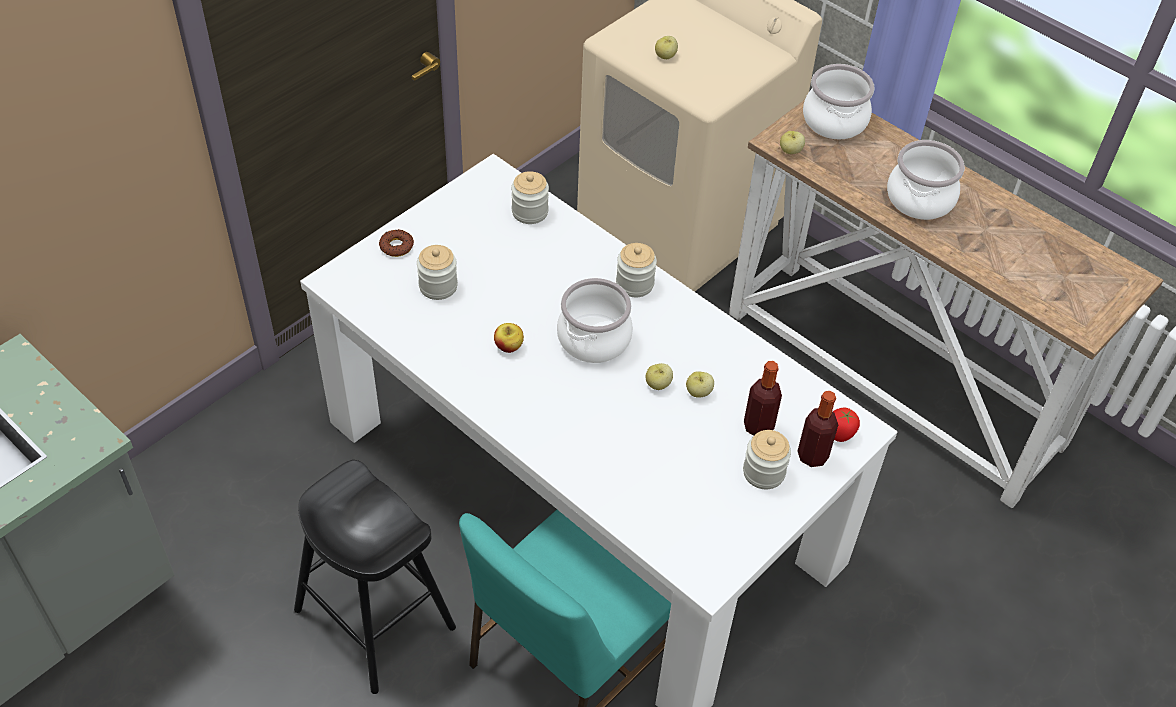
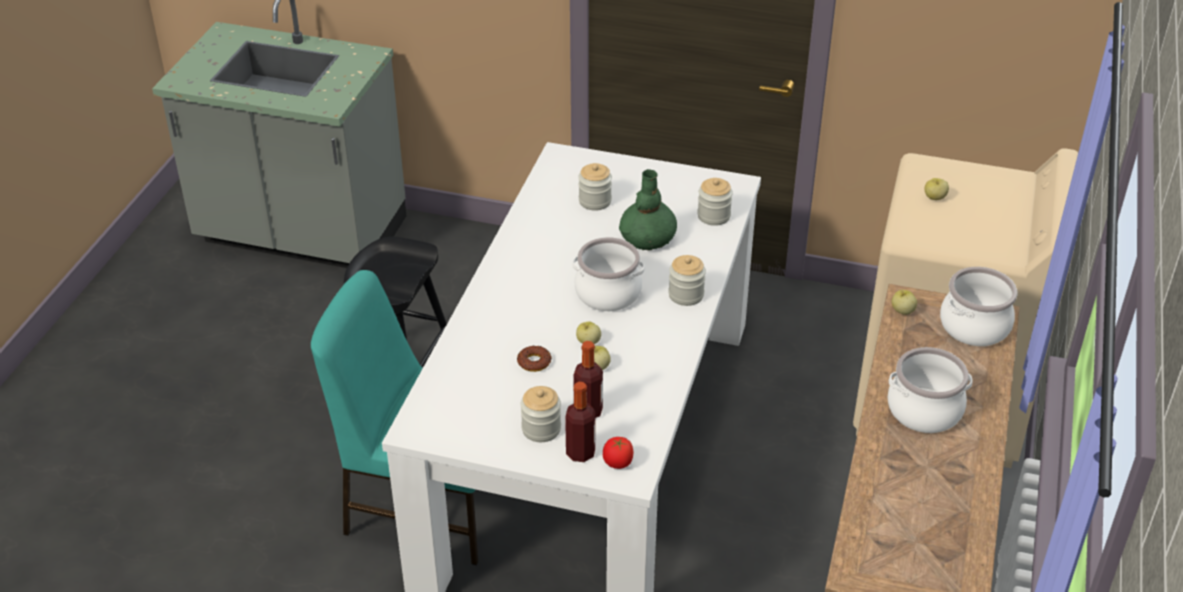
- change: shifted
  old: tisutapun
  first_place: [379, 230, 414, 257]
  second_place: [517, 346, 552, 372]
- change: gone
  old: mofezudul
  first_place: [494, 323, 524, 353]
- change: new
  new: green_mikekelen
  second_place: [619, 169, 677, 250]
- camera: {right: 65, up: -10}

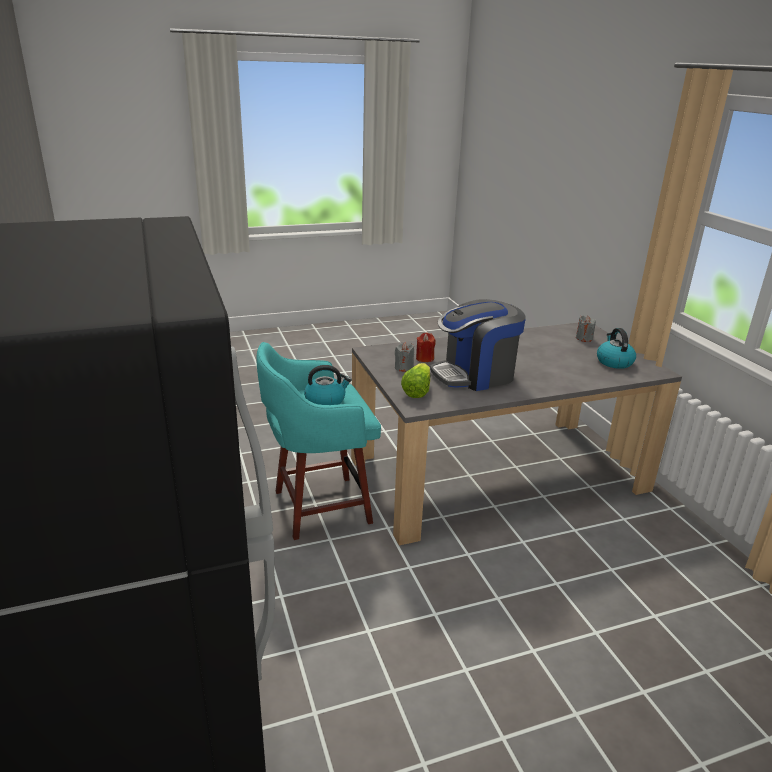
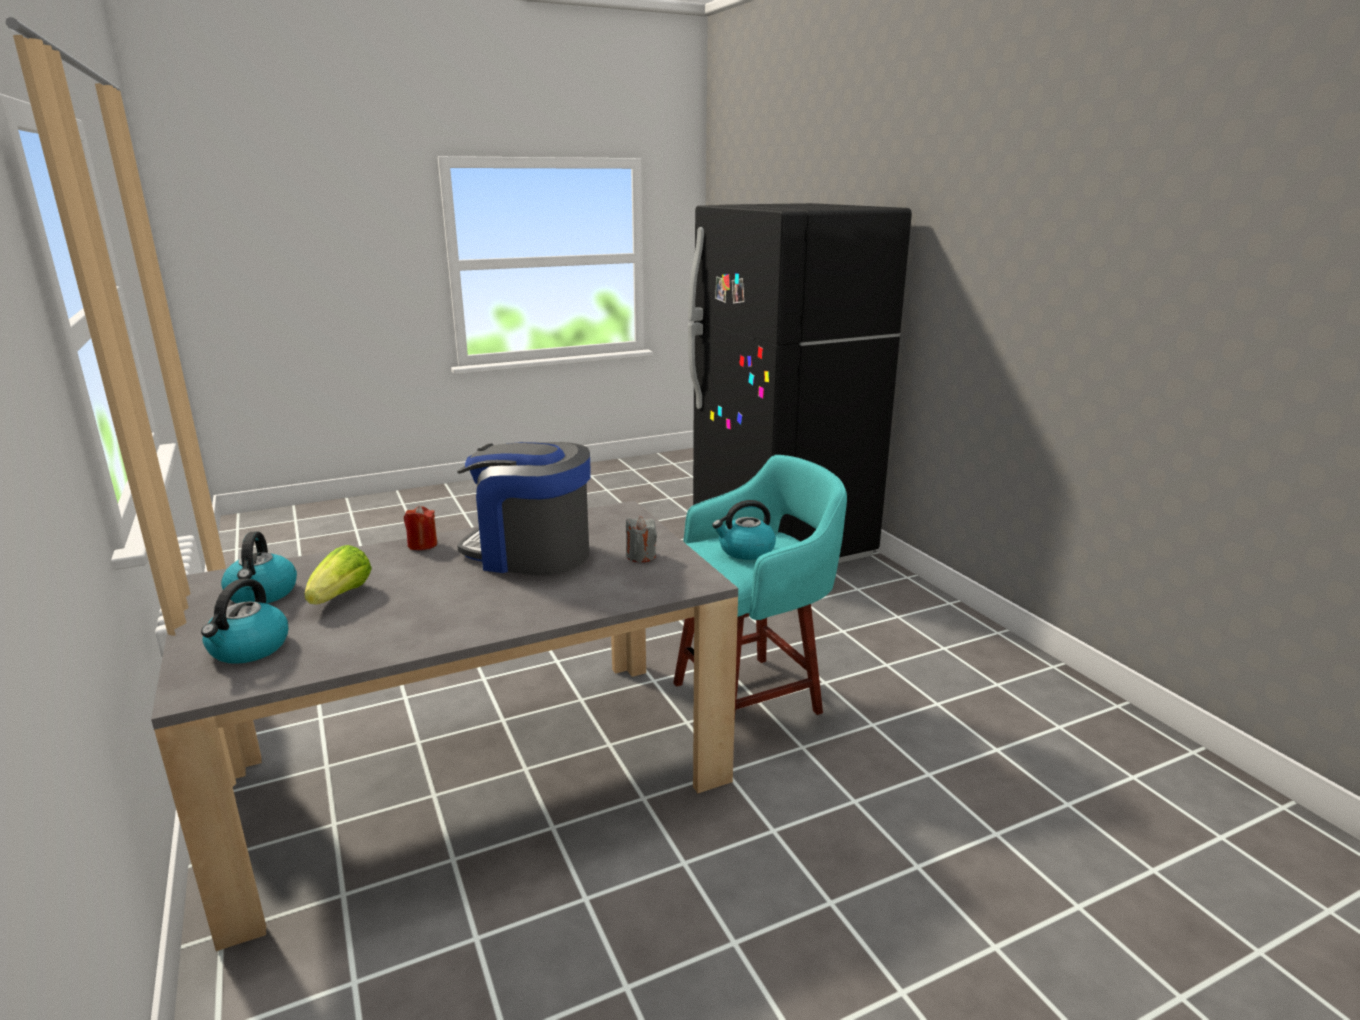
- change: shifted
  old: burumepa
  first_place: [401, 363, 431, 398]
  second_place: [304, 545, 372, 605]
- change: shifted
  old: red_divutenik
  first_place: [416, 333, 435, 362]
  second_place: [404, 505, 437, 550]
- change: rotated
  old: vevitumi
  first_place: [430, 299, 526, 391]
  second_place: [457, 442, 591, 576]
  degrees: -135
- change: swapped
  old: grey_divutenik
  new: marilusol
  first_place: [576, 315, 596, 342]
  second_place: [201, 579, 288, 664]
- camera: {right: 175, up: -5}

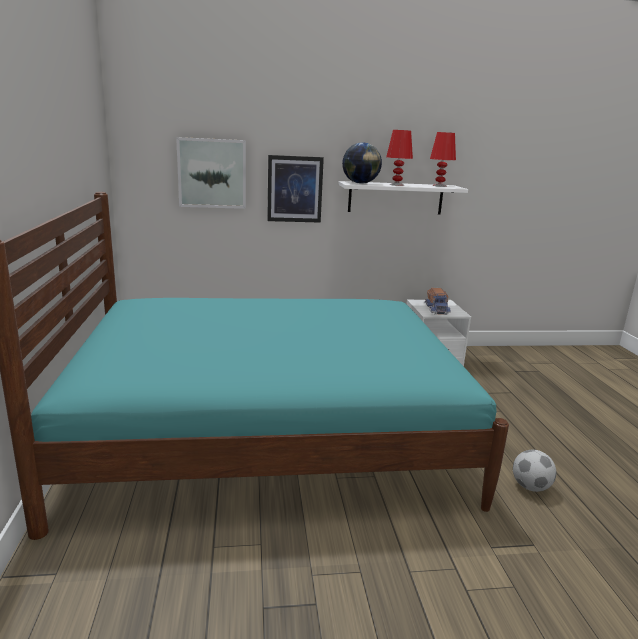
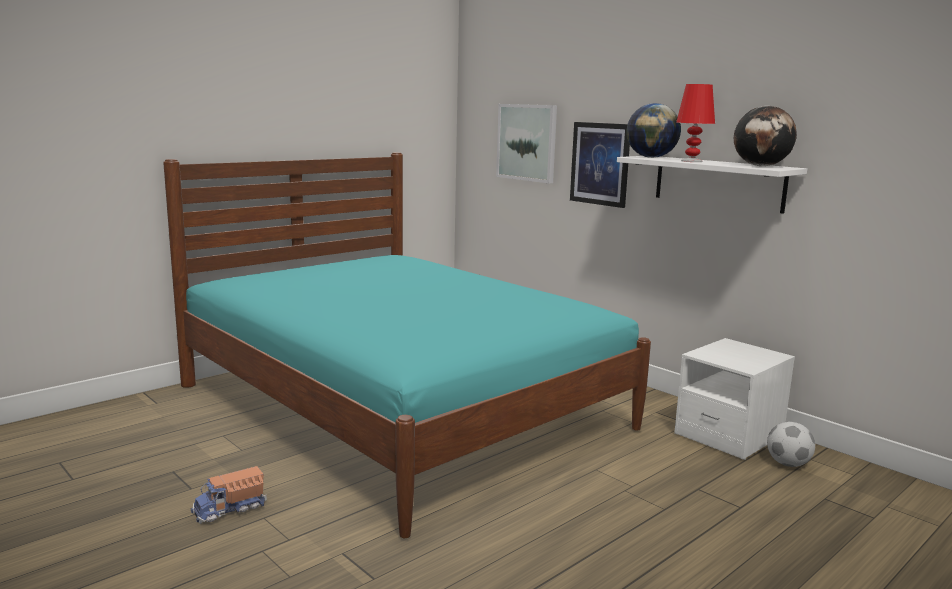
- change: shifted
  old: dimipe
  first_place: [425, 288, 451, 315]
  second_place: [191, 466, 267, 524]
- change: swapped
  old: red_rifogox
  new: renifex
  first_place: [430, 132, 456, 187]
  second_place: [734, 106, 797, 166]
- change: shifted
  old: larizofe
  first_place: [513, 450, 556, 492]
  second_place: [767, 422, 815, 467]
- camera: {right: 55, up: -5}

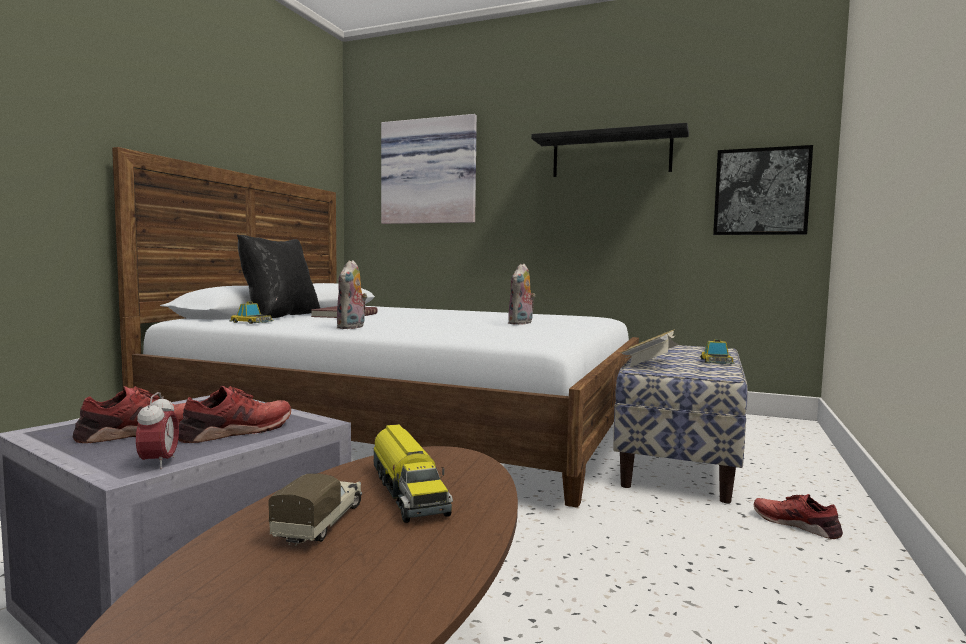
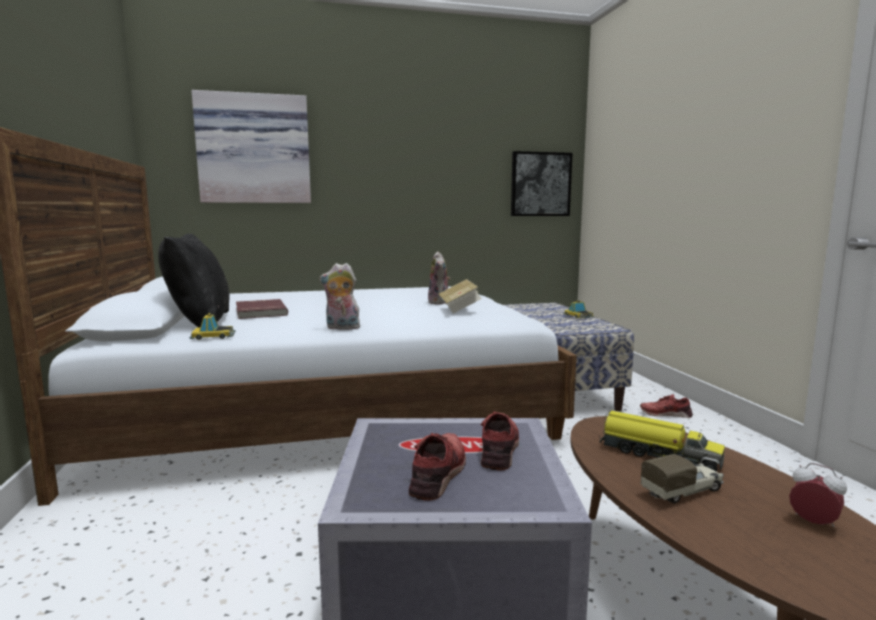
- change: shifted
  old: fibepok
  first_place: [136, 392, 179, 469]
  second_place: [789, 463, 847, 527]
- change: rotated
  old: dimipe
  first_place: [268, 474, 363, 546]
  second_place: [641, 454, 724, 504]
  degrees: 90
- change: rotated
  old: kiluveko
  first_place: [337, 260, 367, 329]
  second_place: [319, 263, 360, 330]
  degrees: 120
- change: gone
  old: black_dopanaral
  first_place: [531, 123, 689, 177]
- change: shifted
  old: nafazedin
  first_place: [621, 329, 679, 367]
  second_place: [439, 279, 482, 314]
- camera: {right: -35, up: 5}

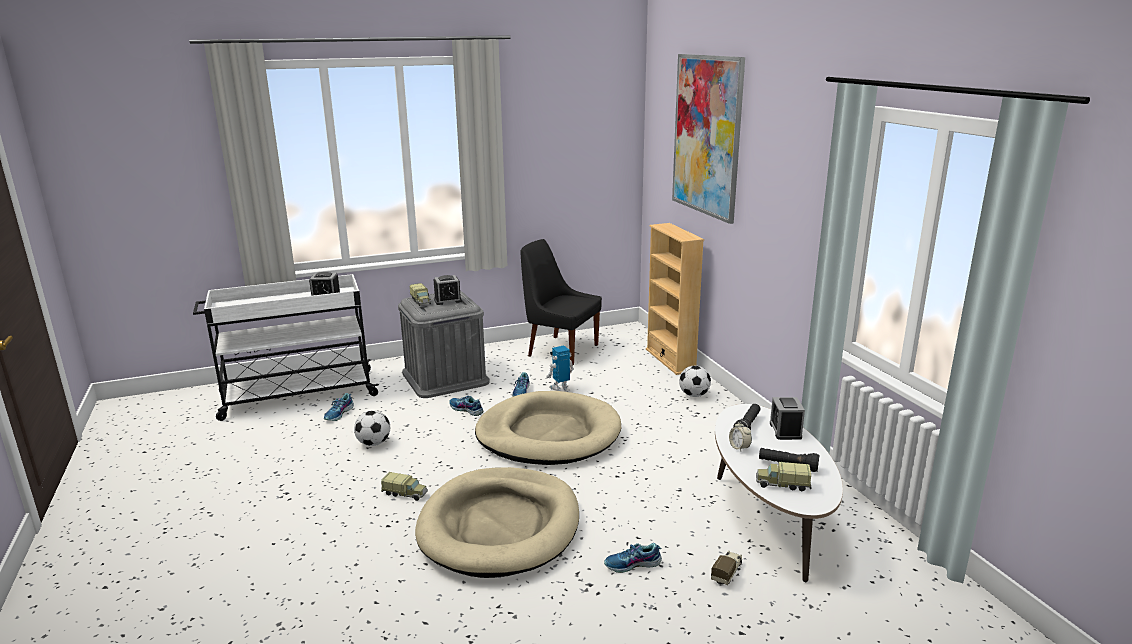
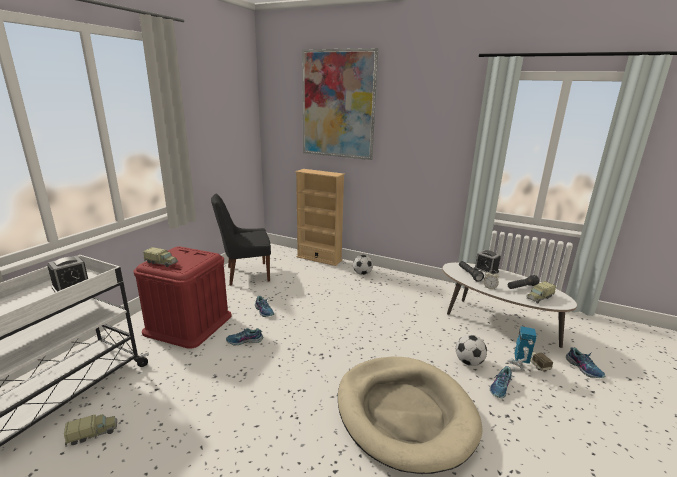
- change: shifted
  old: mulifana
  first_place: [324, 393, 354, 421]
  second_place: [566, 347, 605, 378]
- change: shifted
  old: larizofe
  first_place: [354, 410, 390, 446]
  second_place: [455, 335, 487, 366]
- change: shifted
  old: dimipe
  first_place: [381, 472, 428, 501]
  second_place: [64, 414, 117, 446]
- change: repainted
  old: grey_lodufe
  new: red_lodufe
  first_place: [398, 291, 490, 398]
  second_place: [134, 247, 232, 349]
- change: gone
  old: fibepok
  first_place: [433, 275, 462, 305]
- change: gone
  old: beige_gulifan
  first_place: [475, 391, 622, 465]
- change: shifted
  old: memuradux
  first_place: [546, 345, 574, 391]
  second_place: [507, 326, 537, 372]
- camera: {right: -45, up: 0}

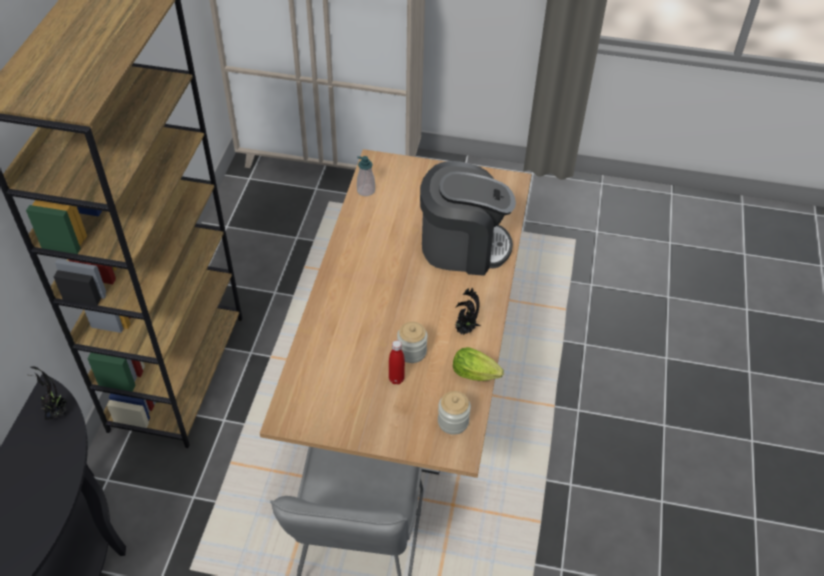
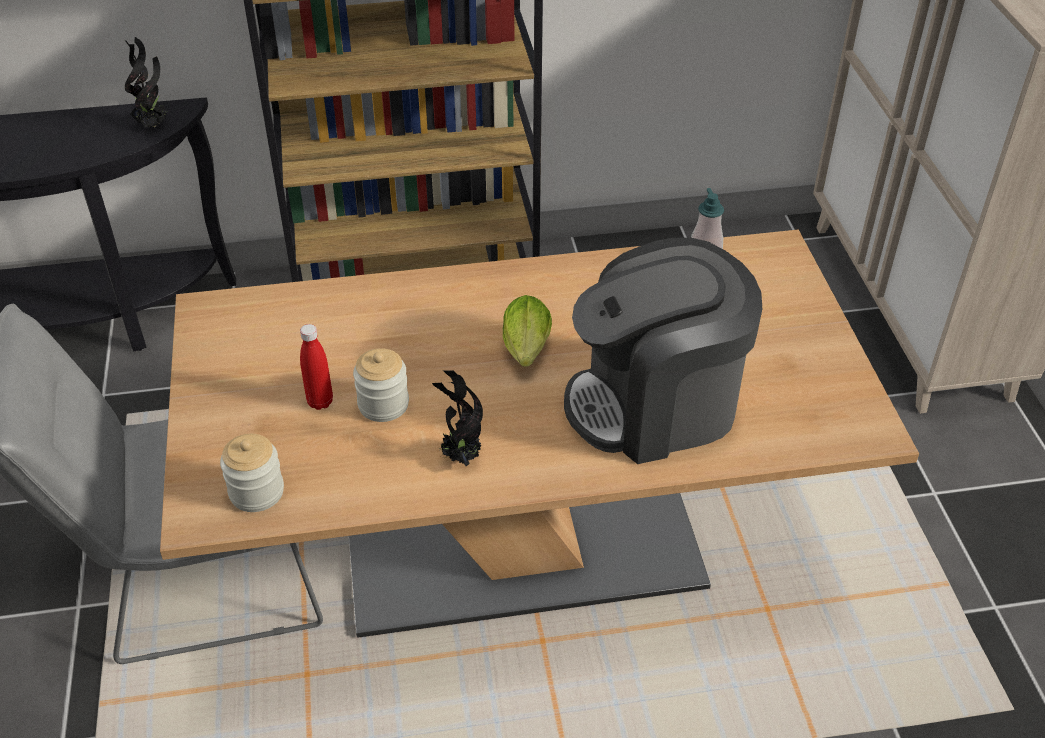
- change: rotated
  old: vevitumi
  first_place: [420, 161, 516, 276]
  second_place: [564, 238, 762, 464]
  degrees: 90
- change: shifted
  old: burumepa
  first_place: [453, 347, 504, 381]
  second_place: [503, 295, 552, 367]
- camera: {right: 70, up: -5}

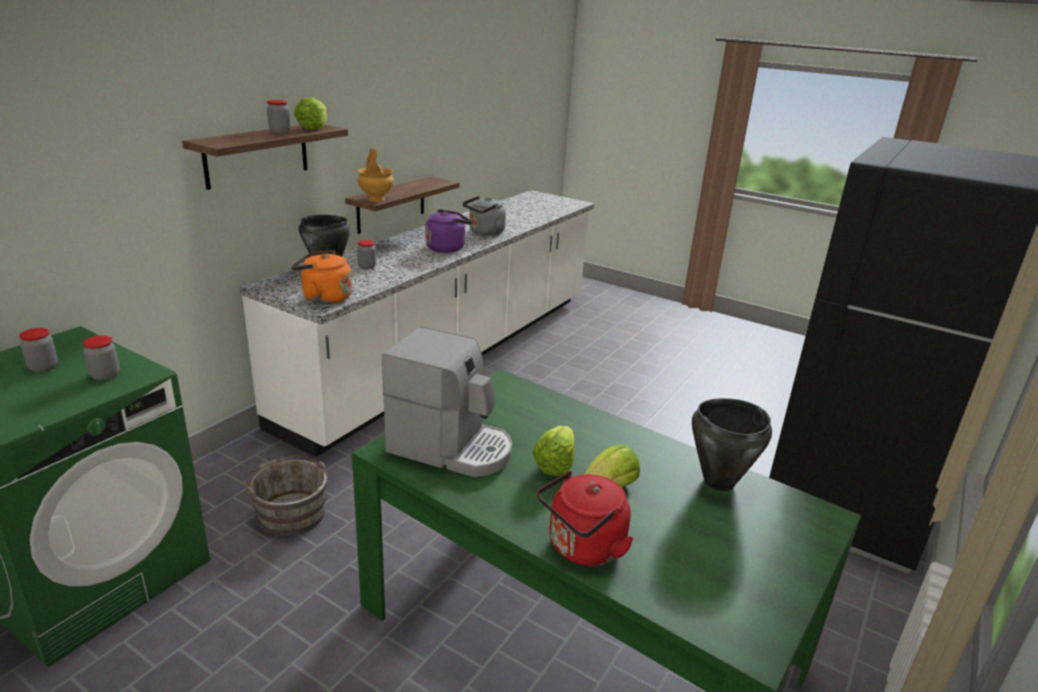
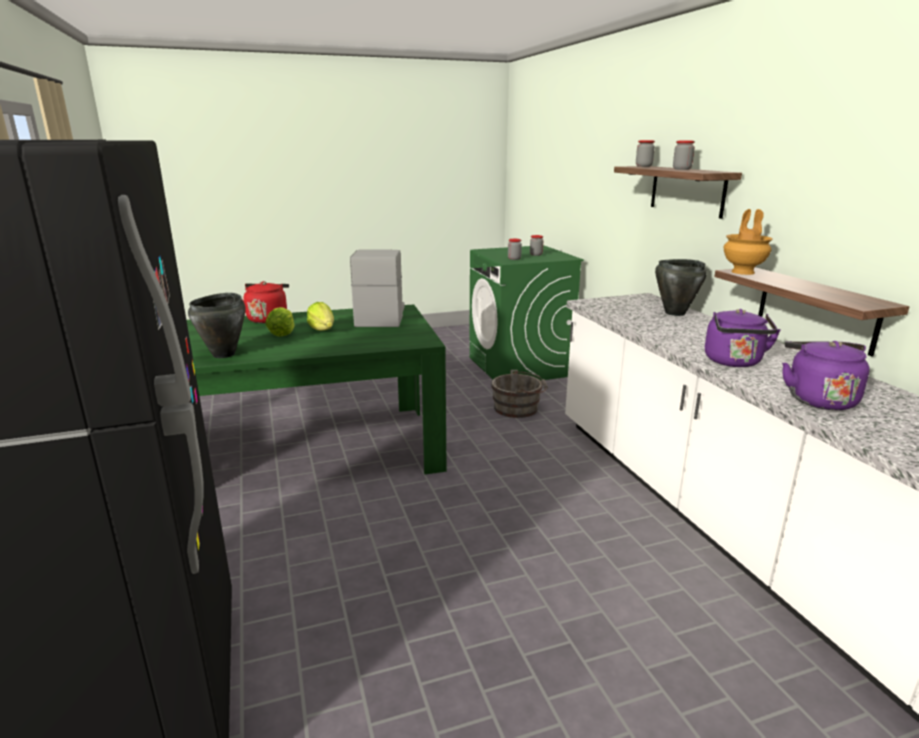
- change: gone
  old: orange_marilusol
  first_place: [291, 250, 352, 304]
- change: gone
  old: burumepa
  first_place: [294, 97, 327, 130]
- change: shifted
  old: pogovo
  first_place: [357, 240, 376, 269]
  second_place: [636, 140, 655, 167]
- change: rotated
  old: vevitumi
  first_place: [382, 327, 512, 477]
  second_place: [350, 250, 405, 327]
  degrees: 120
- change: repainted
  old: grey_marilusol
  new: purple_marilusol
  first_place: [463, 196, 506, 236]
  second_place: [782, 341, 870, 410]
- camera: {right: 130, up: -5}

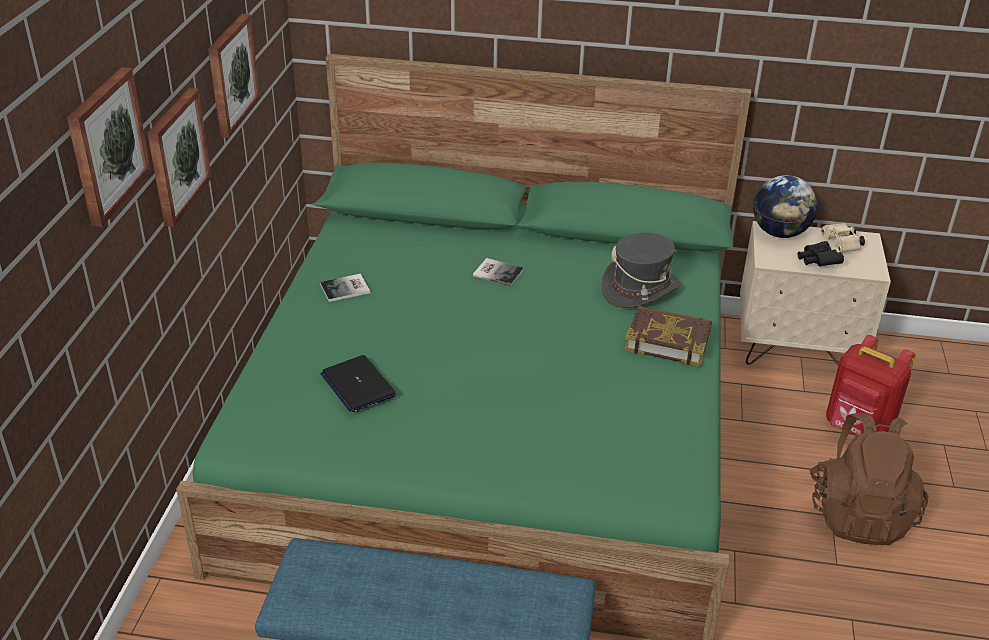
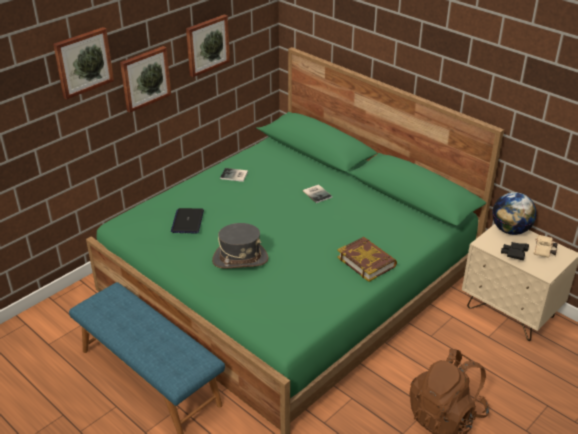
- change: shifted
  old: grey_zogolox
  first_place: [601, 233, 681, 308]
  second_place: [212, 223, 268, 269]
- change: gone
  old: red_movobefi
  first_place: [826, 335, 915, 436]
- camera: {right: 35, up: 0}

